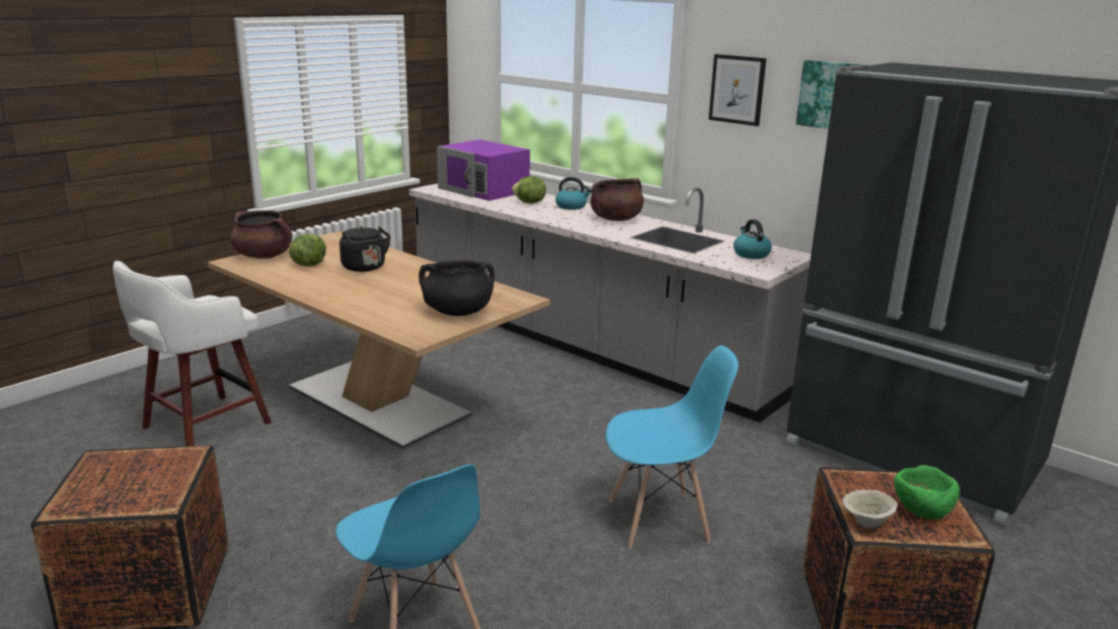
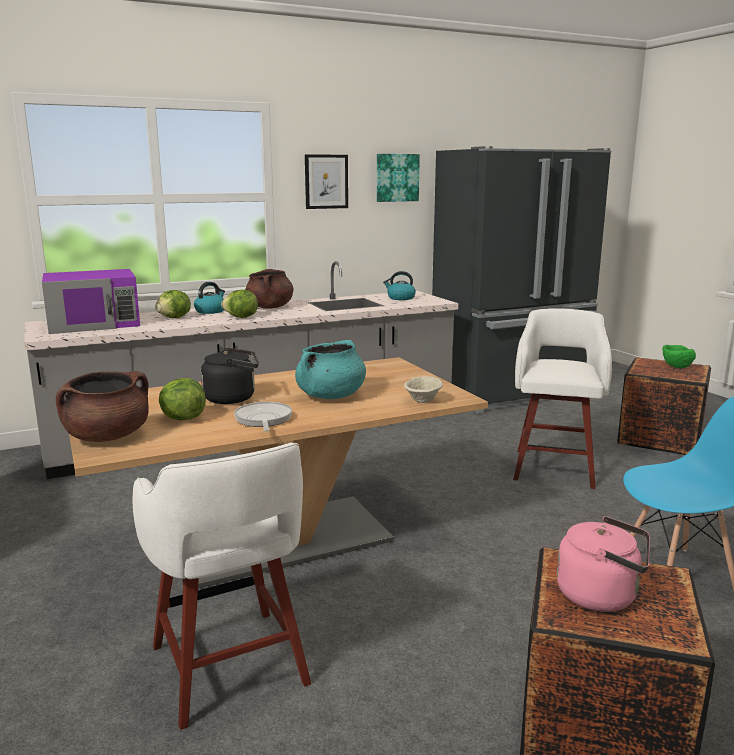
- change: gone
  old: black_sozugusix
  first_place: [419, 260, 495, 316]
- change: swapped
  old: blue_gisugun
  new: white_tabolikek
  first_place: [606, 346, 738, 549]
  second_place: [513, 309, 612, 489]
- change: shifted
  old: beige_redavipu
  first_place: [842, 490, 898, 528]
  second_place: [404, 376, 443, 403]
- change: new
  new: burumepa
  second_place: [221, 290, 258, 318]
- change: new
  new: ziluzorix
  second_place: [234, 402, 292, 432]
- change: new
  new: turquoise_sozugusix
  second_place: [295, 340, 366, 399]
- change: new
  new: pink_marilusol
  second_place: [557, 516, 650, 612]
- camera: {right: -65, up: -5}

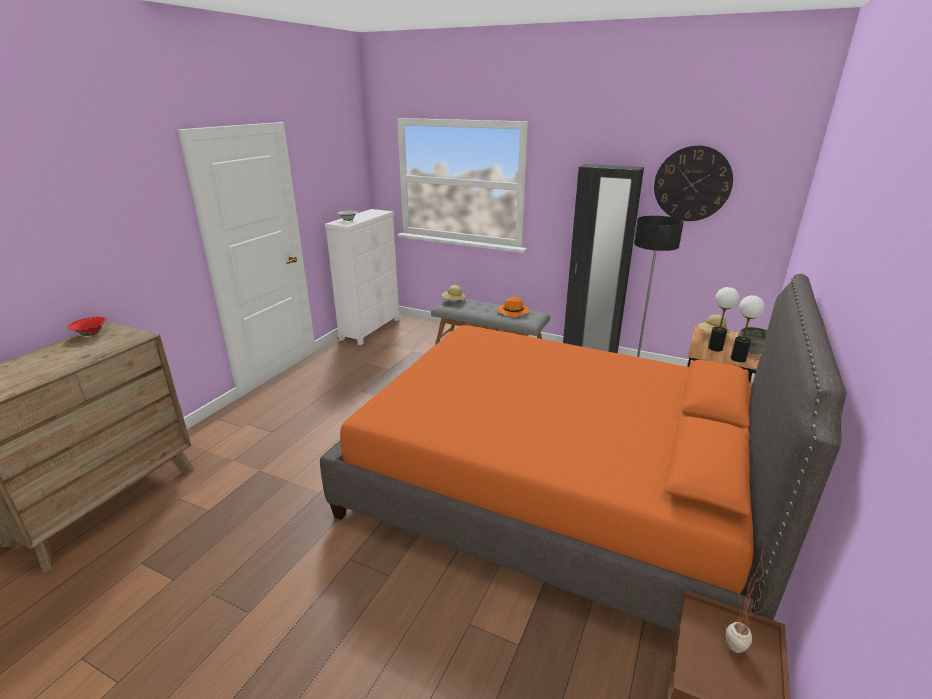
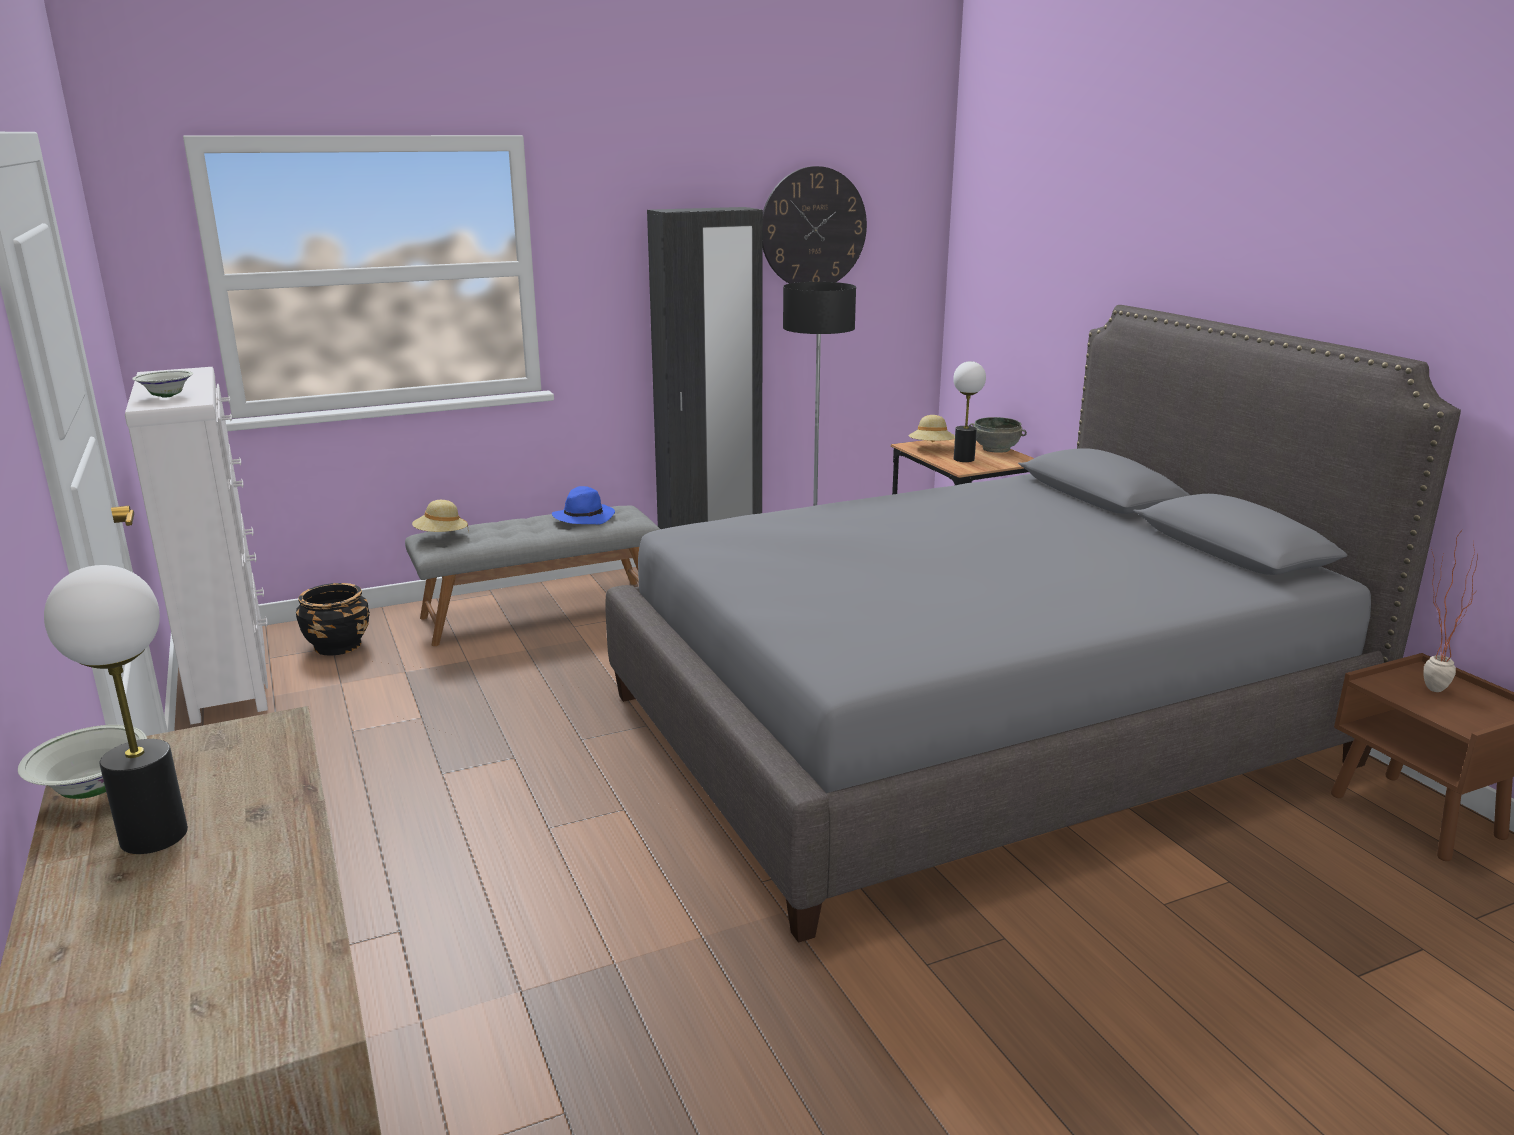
- change: repainted
  old: red_redavipu
  new: white_redavipu
  first_place: [68, 317, 106, 336]
  second_place: [18, 725, 147, 799]
- change: repainted
  old: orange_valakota
  new: grey_valakota
  first_place: [320, 274, 847, 632]
  second_place: [605, 305, 1461, 943]
- change: repainted
  old: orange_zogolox
  new: blue_zogolox
  first_place: [498, 297, 529, 317]
  second_place: [552, 486, 615, 525]
- change: shifted
  old: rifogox
  first_place: [731, 295, 765, 362]
  second_place: [44, 565, 188, 854]
- change: new
  new: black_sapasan
  second_place: [296, 583, 370, 656]
- camera: {right: -50, up: -5}

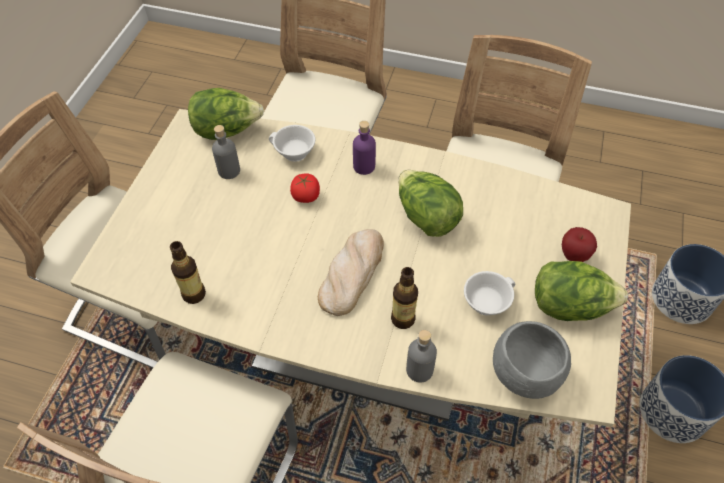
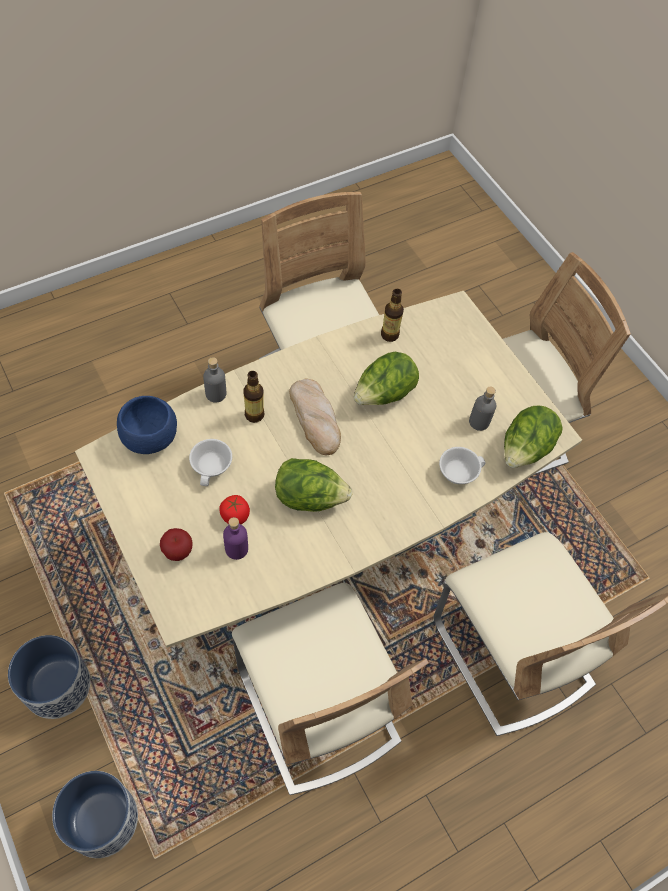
- change: shifted
  old: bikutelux
  first_place: [290, 173, 320, 203]
  second_place: [219, 495, 250, 524]
- change: shifted
  old: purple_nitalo
  first_place: [353, 121, 376, 175]
  second_place: [223, 517, 248, 560]
- change: repainted
  old: grey_redavipu
  new: blue_redavipu
  first_place: [493, 321, 571, 399]
  second_place: [117, 396, 177, 454]
- change: shifted
  old: burumepa
  first_place: [535, 261, 628, 321]
  second_place: [354, 352, 419, 405]
- camera: {right: 130, up: 5}

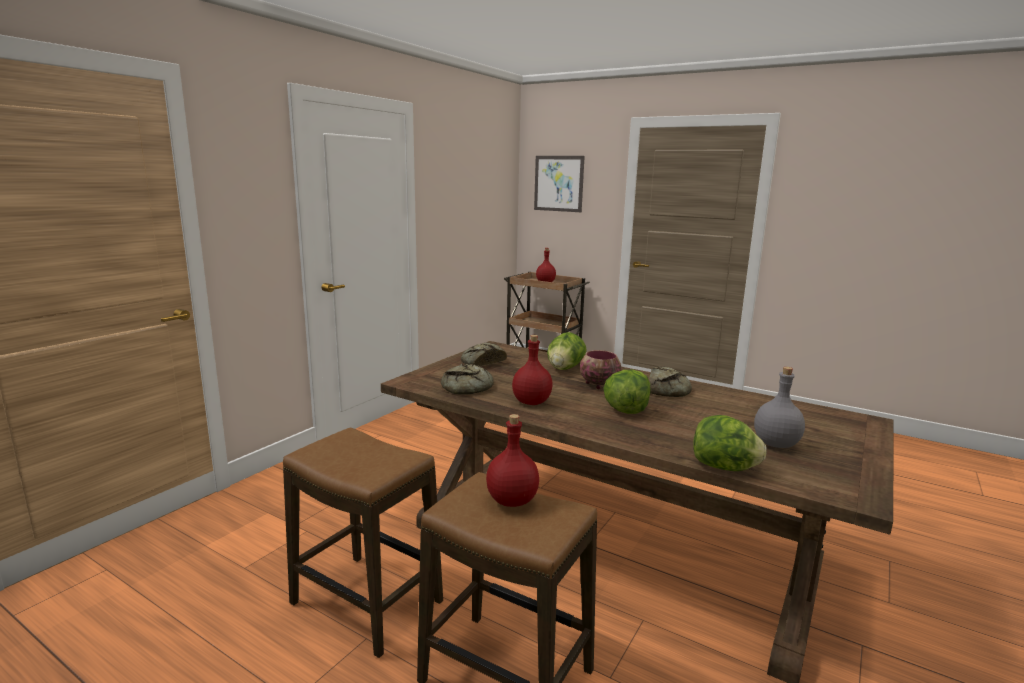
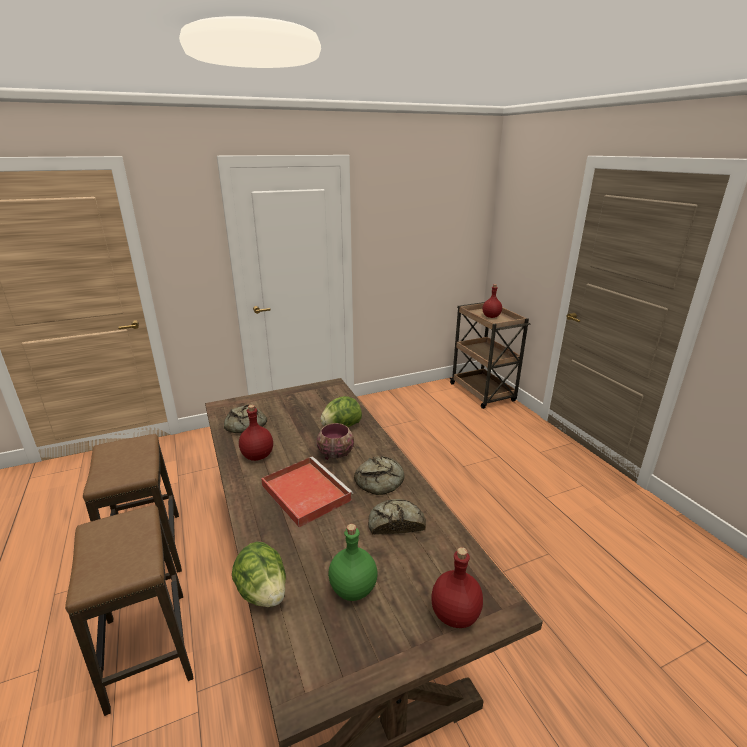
- change: shifted
  old: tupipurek
  first_place: [461, 342, 507, 366]
  second_place: [368, 499, 426, 535]
- change: shifted
  old: red_nitalo
  first_place: [486, 414, 539, 507]
  second_place: [431, 547, 483, 628]
- change: gone
  old: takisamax
  first_place: [534, 156, 585, 212]
- change: swapped
  old: burumepa
  new: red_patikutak
  first_place: [603, 370, 650, 414]
  second_place: [261, 457, 353, 528]
- change: repainted
  old: grey_nitalo
  new: green_nitalo
  first_place: [754, 367, 805, 448]
  second_place: [328, 524, 378, 601]
- camera: {right: 35, up: 10}

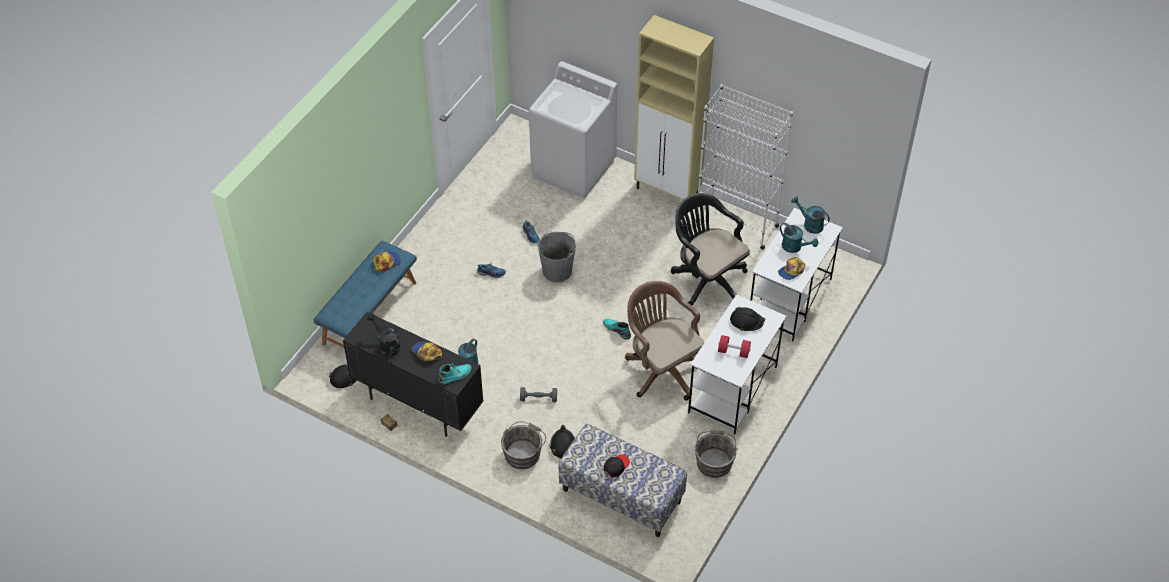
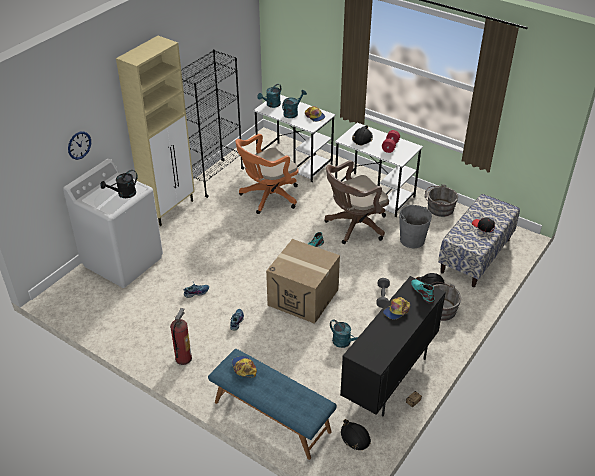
- change: shifted
  old: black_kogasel
  first_place: [367, 314, 400, 356]
  second_place: [100, 170, 138, 198]
- change: shifted
  old: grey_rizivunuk
  first_place: [538, 232, 576, 282]
  second_place: [399, 205, 432, 248]
- change: repainted
  old: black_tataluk
  new: orange_tataluk
  first_place: [671, 193, 750, 306]
  second_place: [236, 134, 298, 214]
- change: repainted
  old: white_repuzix
  new: black_repuzix
  first_place: [698, 84, 793, 250]
  second_place: [181, 49, 245, 198]
- change: new
  new: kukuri
  second_place: [68, 131, 91, 160]
- change: new
  new: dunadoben
  second_place: [170, 308, 192, 365]
- change: new
  new: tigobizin
  second_place: [266, 239, 340, 324]
- camera: {right: -85, up: -10}

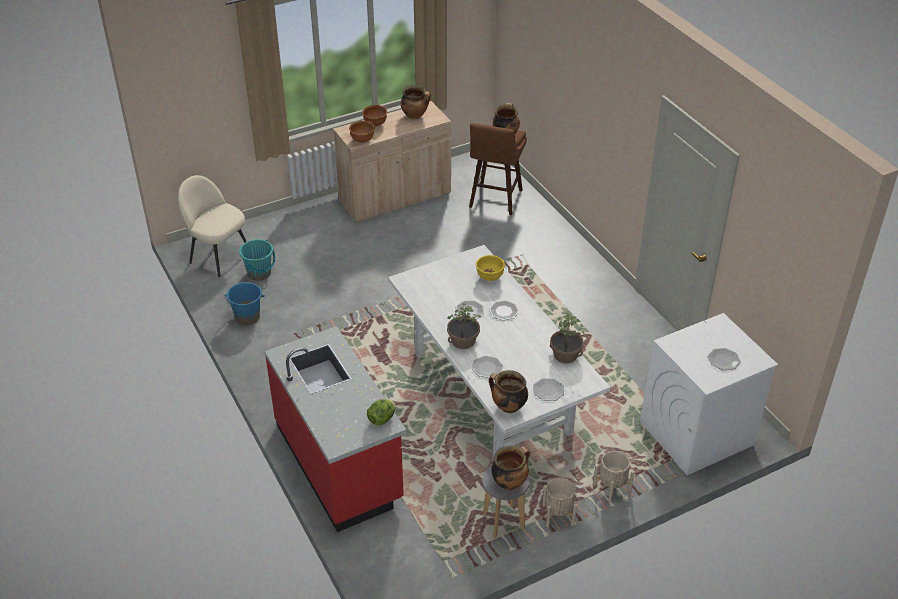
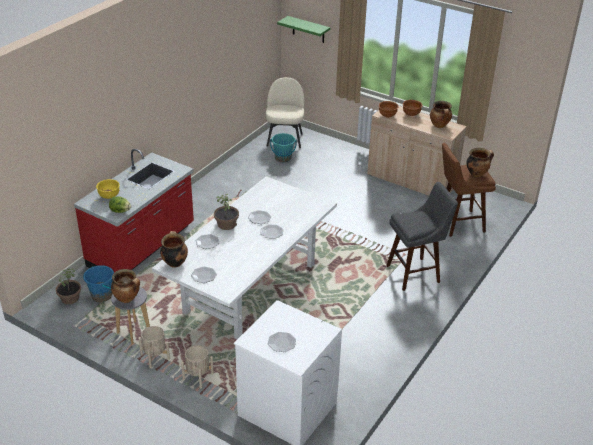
- change: shifted
  old: blue_rizivunuk
  first_place: [224, 282, 265, 325]
  second_place: [83, 265, 114, 302]
- change: shifted
  old: yellow_redavipu
  first_place: [476, 255, 505, 281]
  second_place: [96, 179, 120, 199]
- change: shifted
  old: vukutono
  first_place: [550, 313, 584, 363]
  second_place: [56, 268, 81, 304]
- change: new
  new: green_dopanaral
  second_place: [277, 16, 330, 43]
- change: new
  new: grey_tabolikek
  second_place: [386, 182, 458, 291]
- camera: {right: 60, up: -5}

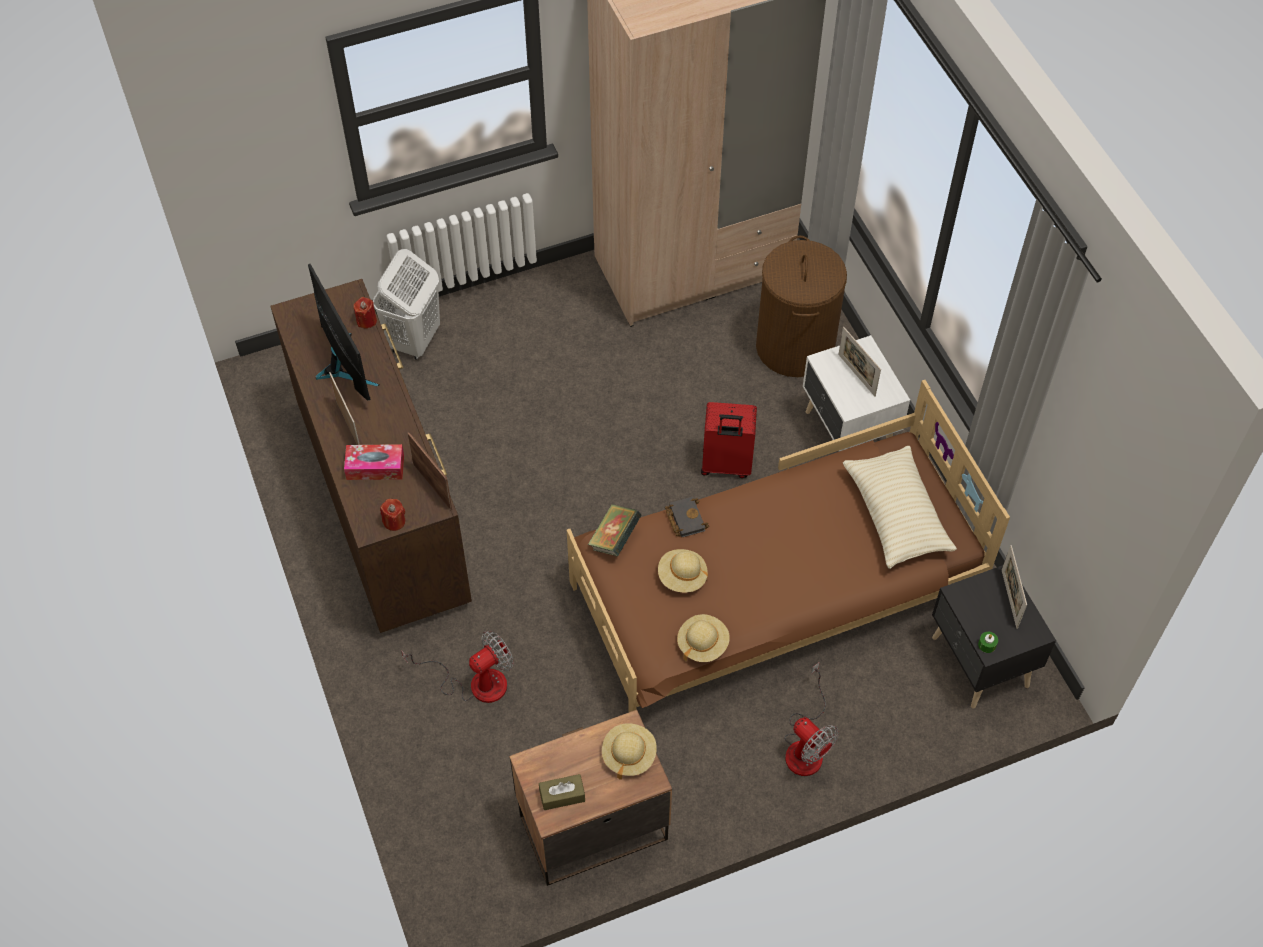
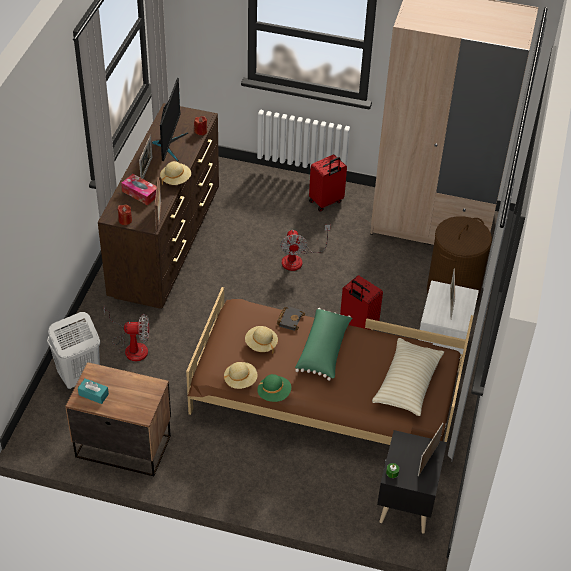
- change: shifted
  old: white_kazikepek
  first_place: [373, 249, 440, 360]
  second_place: [47, 312, 100, 389]
- change: repainted
  old: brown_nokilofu
  new: turquoise_nokilofu
  first_place: [539, 774, 585, 810]
  second_place: [78, 378, 109, 404]
- change: gone
  old: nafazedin
  first_place: [588, 504, 641, 556]
- change: shifted
  old: beige_zogolox
  first_place: [602, 723, 657, 780]
  second_place: [160, 161, 191, 185]
- change: shifted
  old: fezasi
  first_place: [784, 662, 839, 776]
  second_place: [280, 225, 330, 271]
- change: new
  new: green_zogolox
  second_place: [257, 374, 291, 402]
- change: new
  new: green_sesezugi
  second_place: [295, 308, 352, 381]
- change: new
  new: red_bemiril
  second_place: [309, 154, 347, 212]
- camera: {right: 35, up: -10}

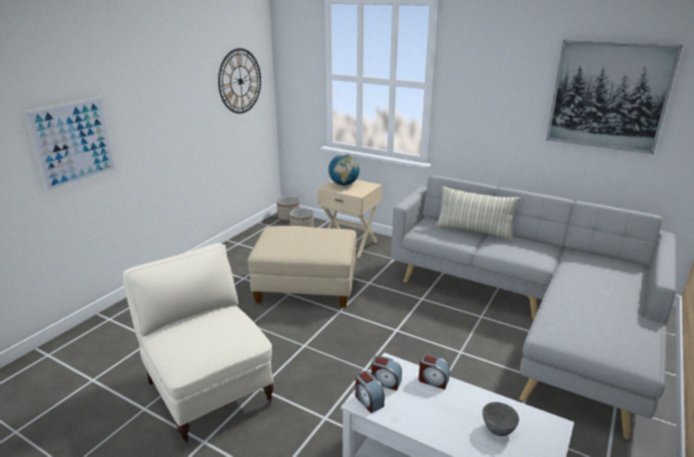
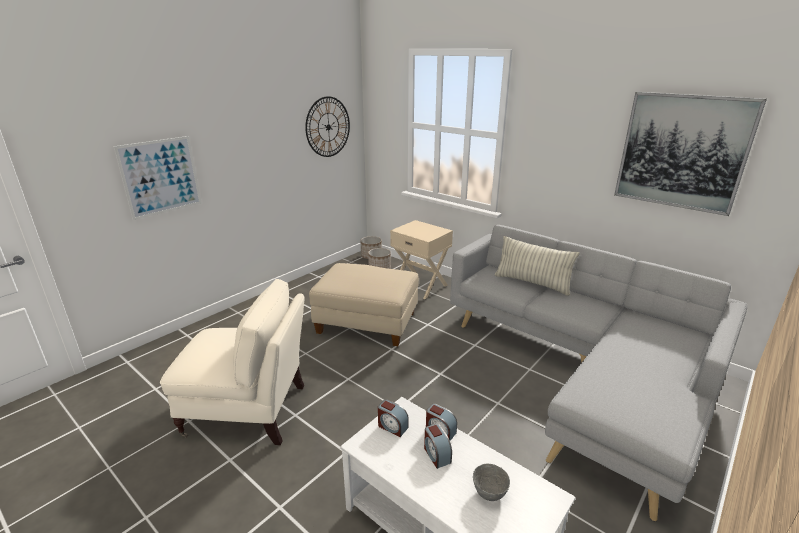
- change: rotated
  old: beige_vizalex
  first_place: [123, 243, 274, 444]
  second_place: [160, 279, 304, 445]
  degrees: 120
- change: gone
  old: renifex
  first_place: [328, 154, 360, 186]
- change: shifted
  old: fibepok
  first_place: [355, 371, 385, 413]
  second_place: [424, 424, 452, 469]
- camera: {right: 10, up: 0}

